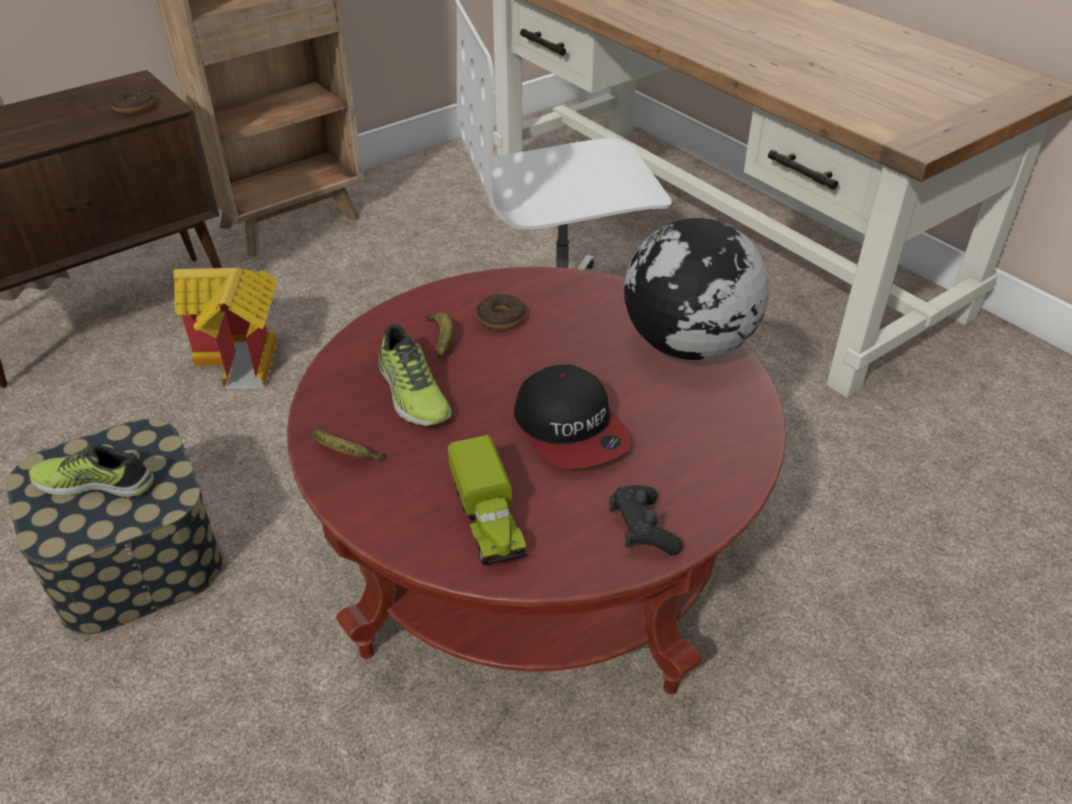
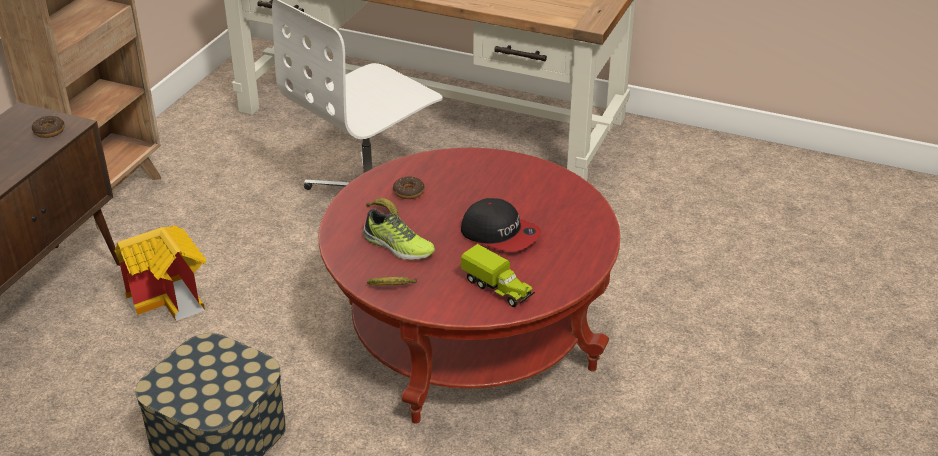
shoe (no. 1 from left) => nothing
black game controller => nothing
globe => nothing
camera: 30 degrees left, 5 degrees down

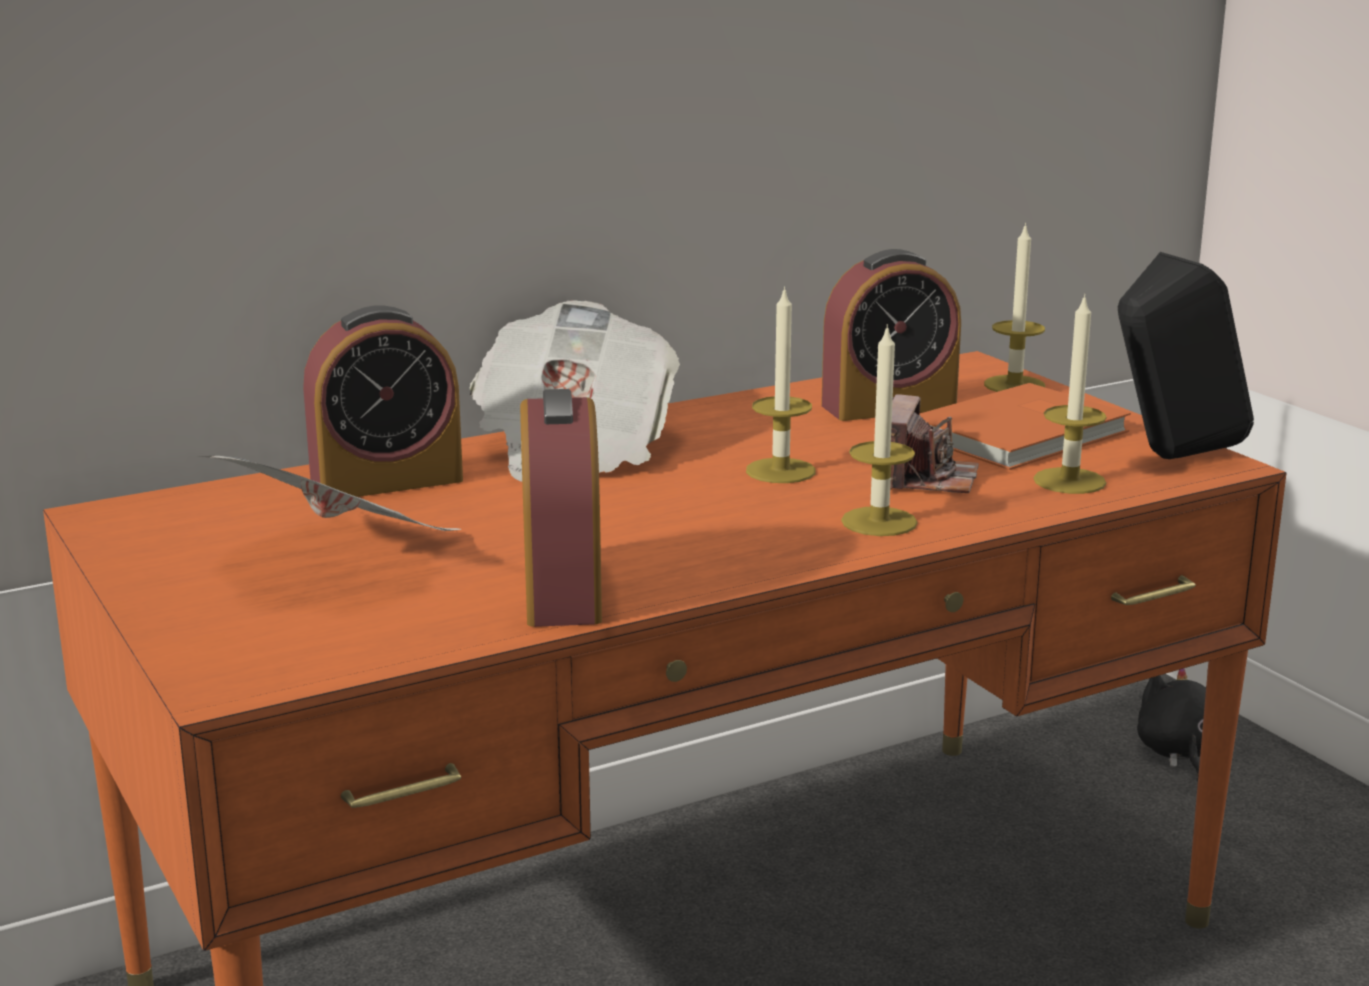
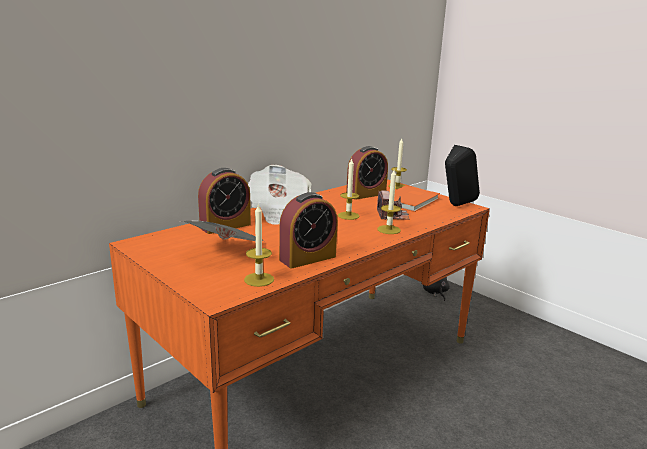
candle (no. 4 from left in the first image) => candle (no. 1 from left), shifted
alarm clock (no. 2 from left), 105 degrees counterclockwise
camera: 15 degrees left, 0 degrees up

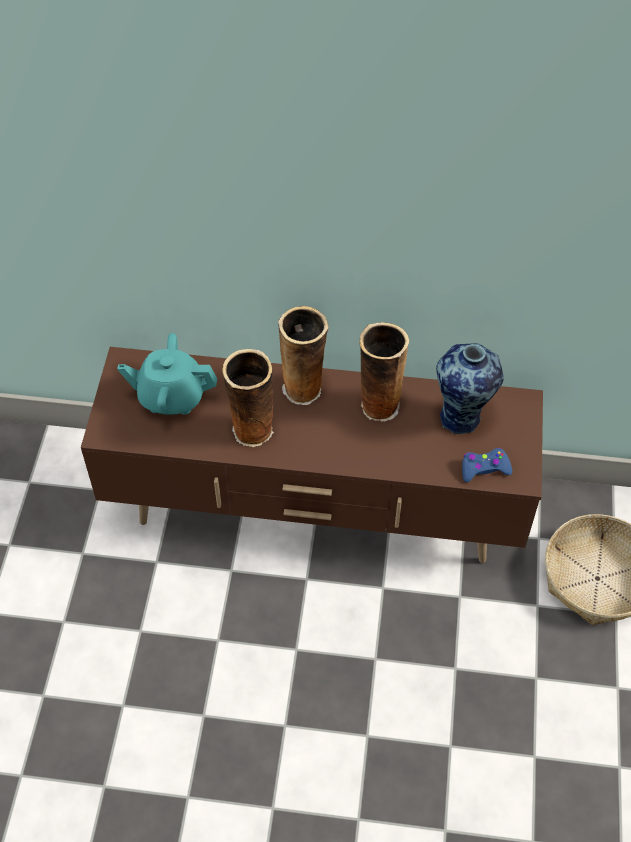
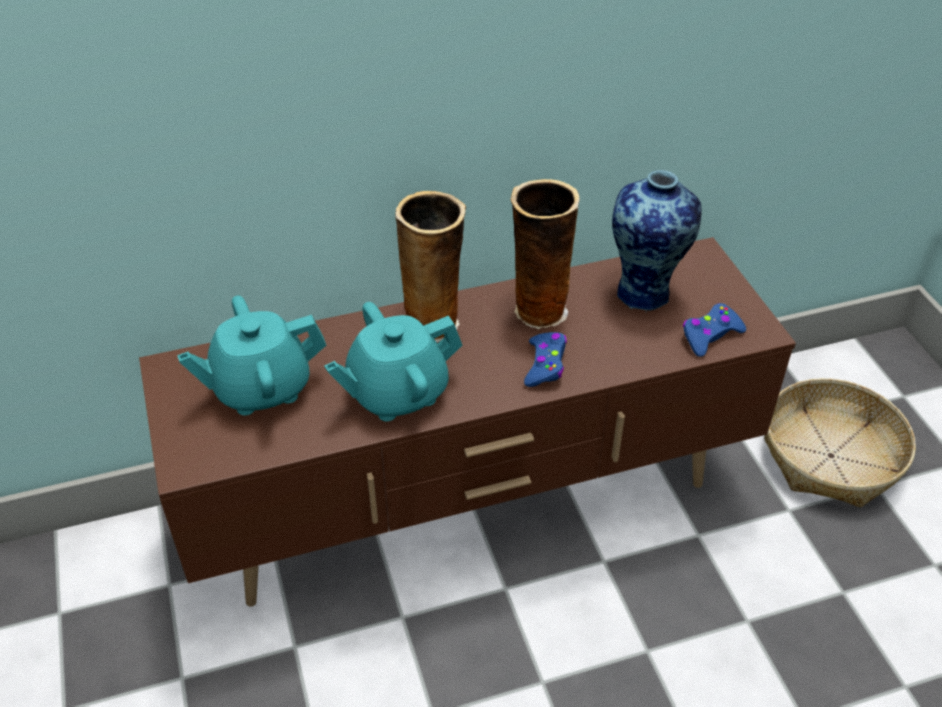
vase (no. 1 from left) => turquoise teapot (no. 2 from left)
nothing => blue game controller (no. 1 from left)
camera: 25 degrees left, 10 degrees down

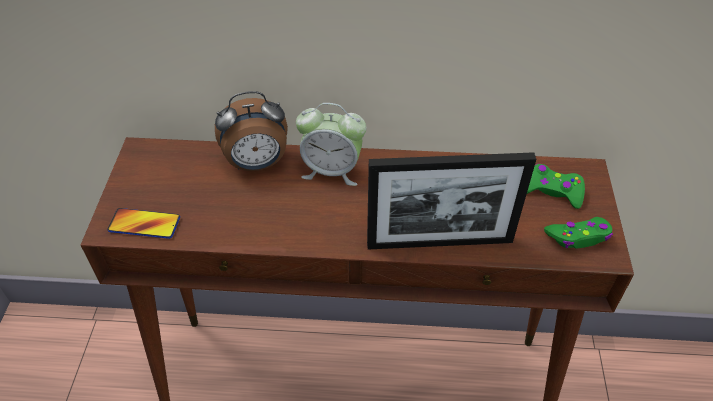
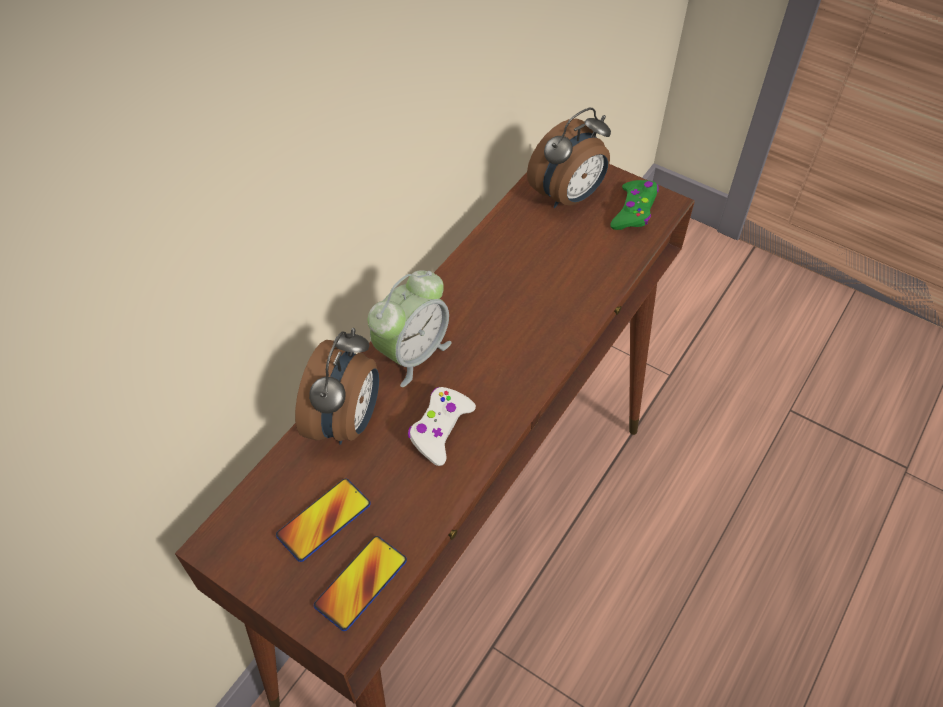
nothing => phone (no. 1 from left)
nothing => white game controller
green game controller (no. 1 from left) => alarm clock (no. 3 from left)
picture frame => nothing
camera: 60 degrees left, 5 degrees up

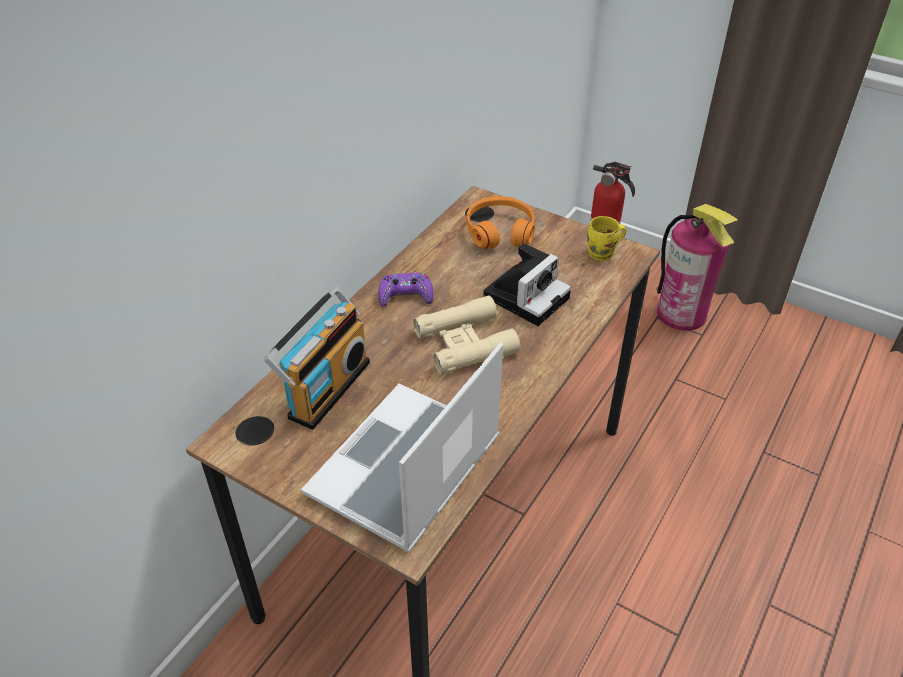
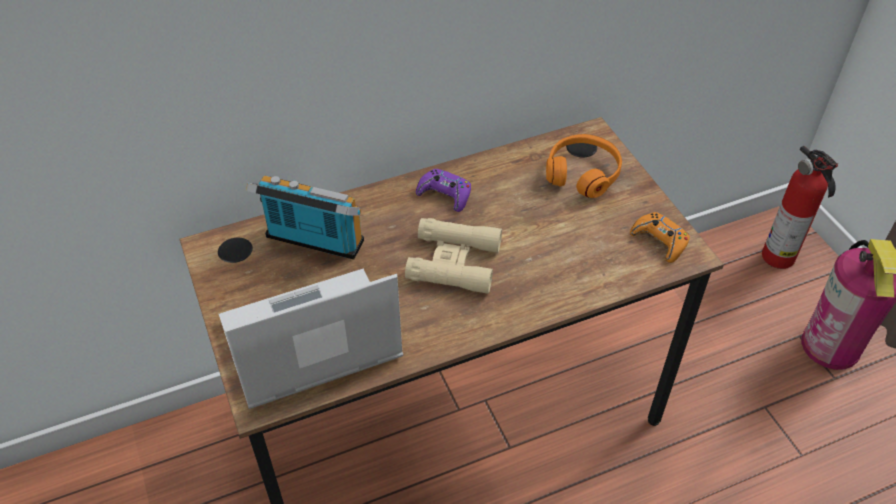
radio, 135 degrees counterclockwise
yellow mug => orange game controller
photo camera => nothing
camera: 35 degrees right, 5 degrees up

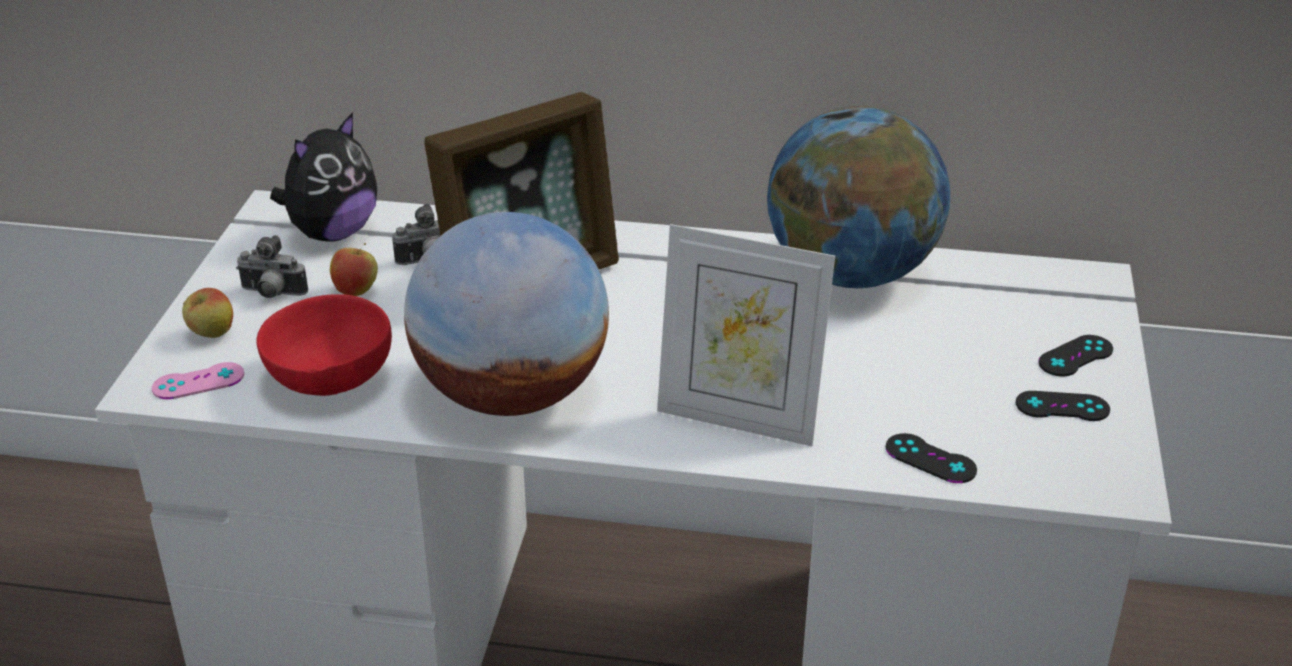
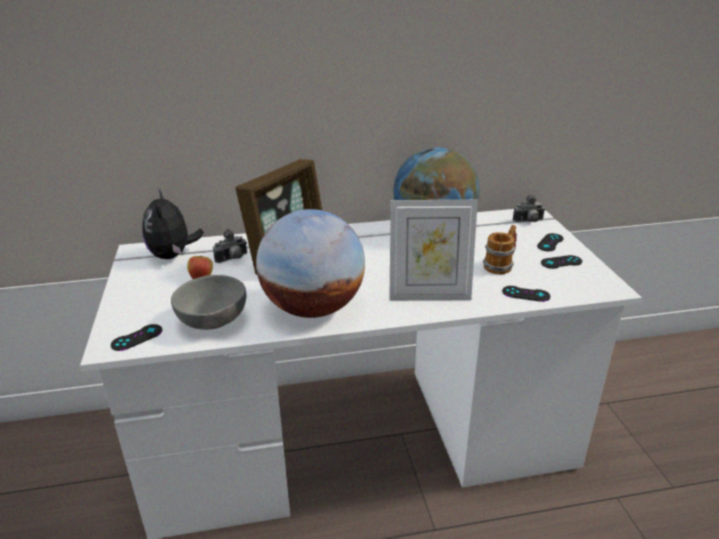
pink game controller => black game controller (no. 1 from left)
plush toy, 150 degrees clockwise
red bowl => grey bowl
nothing => mug
photo camera (no. 1 from left in the first image) => photo camera (no. 2 from left), shifted
apple (no. 1 from left) => nothing
camera: 20 degrees left, 5 degrees down

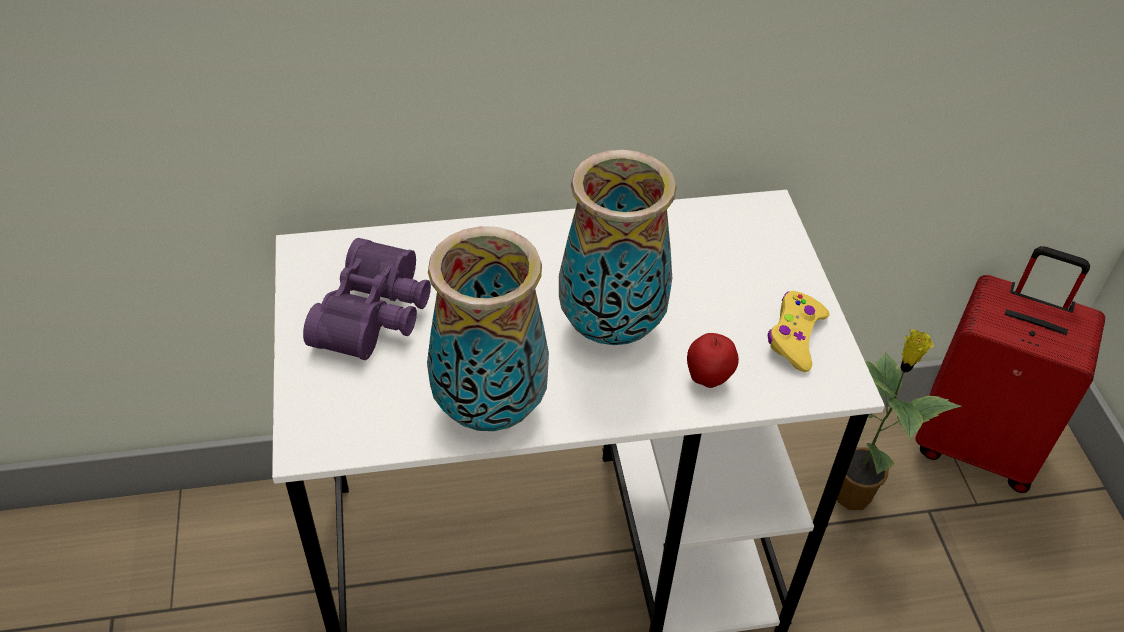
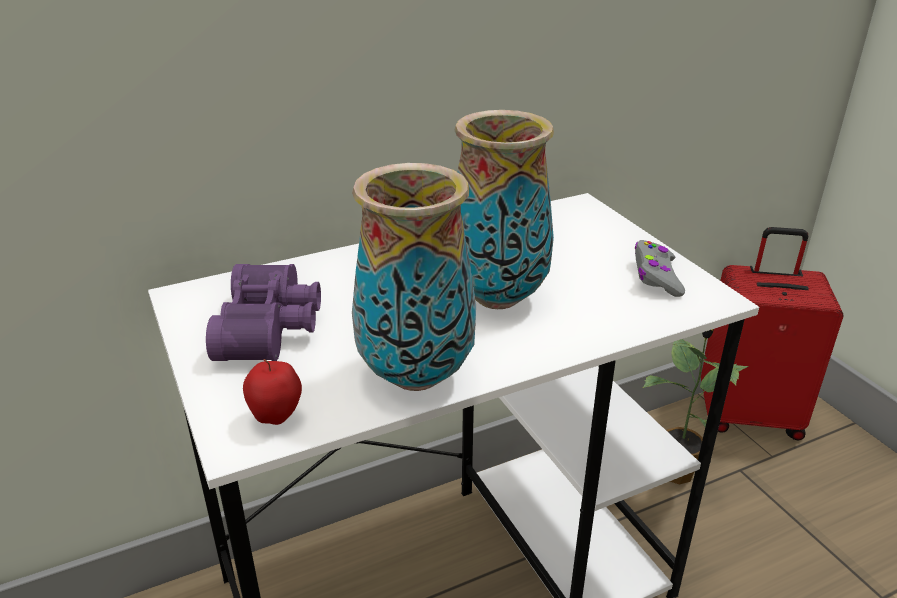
apple, shifted
yellow game controller => grey game controller
camera: 15 degrees left, 15 degrees down

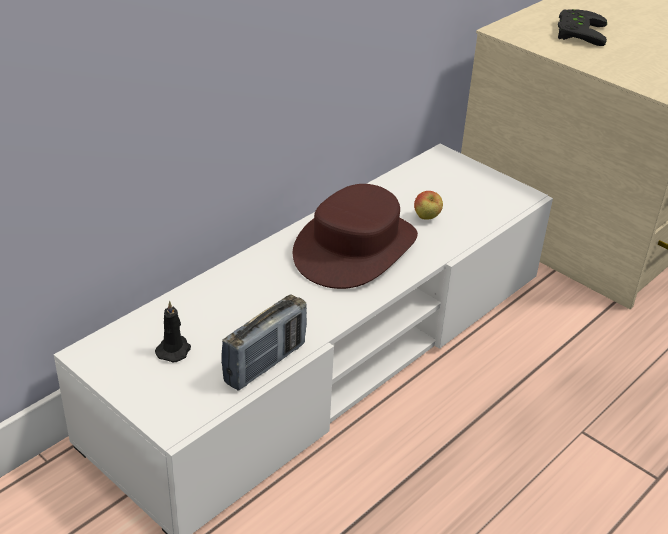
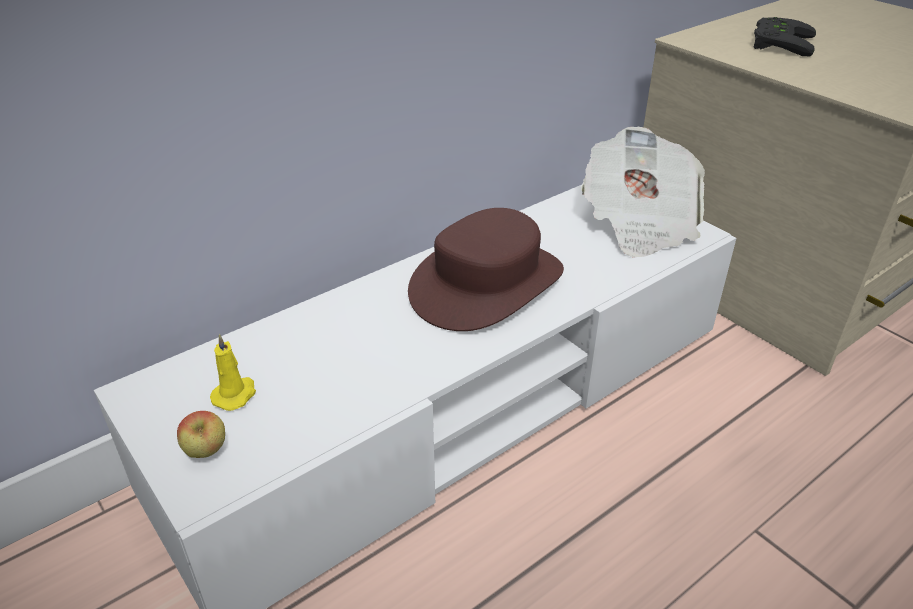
apple, shifted
black candle => yellow candle
nothing => newspaper
radio => nothing
camera: 10 degrees right, 0 degrees up

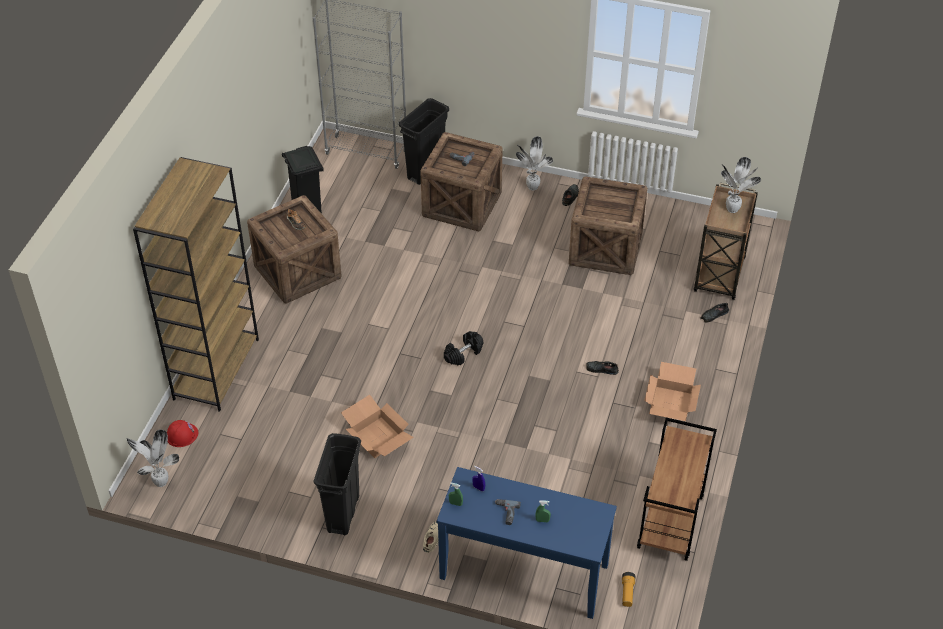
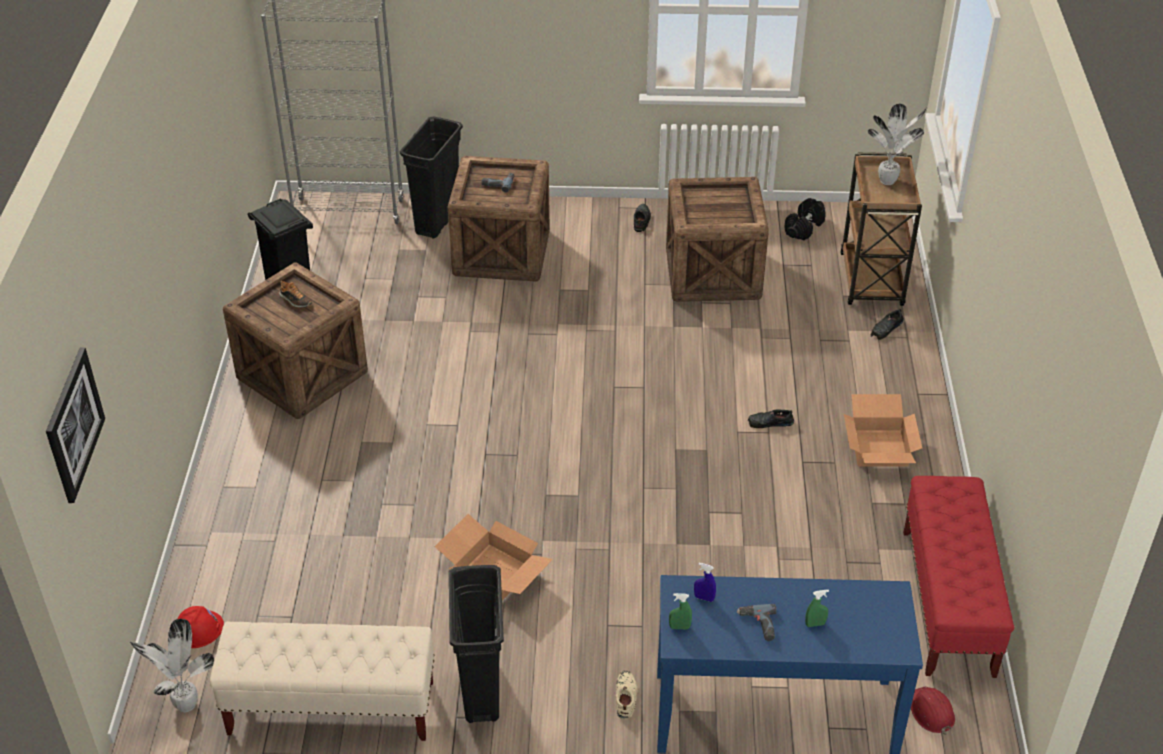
nothing => picture
nothing => beige bench
black dumbbell, shifted
brown cart (no. 1 from left) => red bench
flashlight => red hard hat (no. 2 from left)
brown bookcase => nothing
potted plant (no. 2 from left) => nothing
camera: 15 degrees left, 5 degrees down

